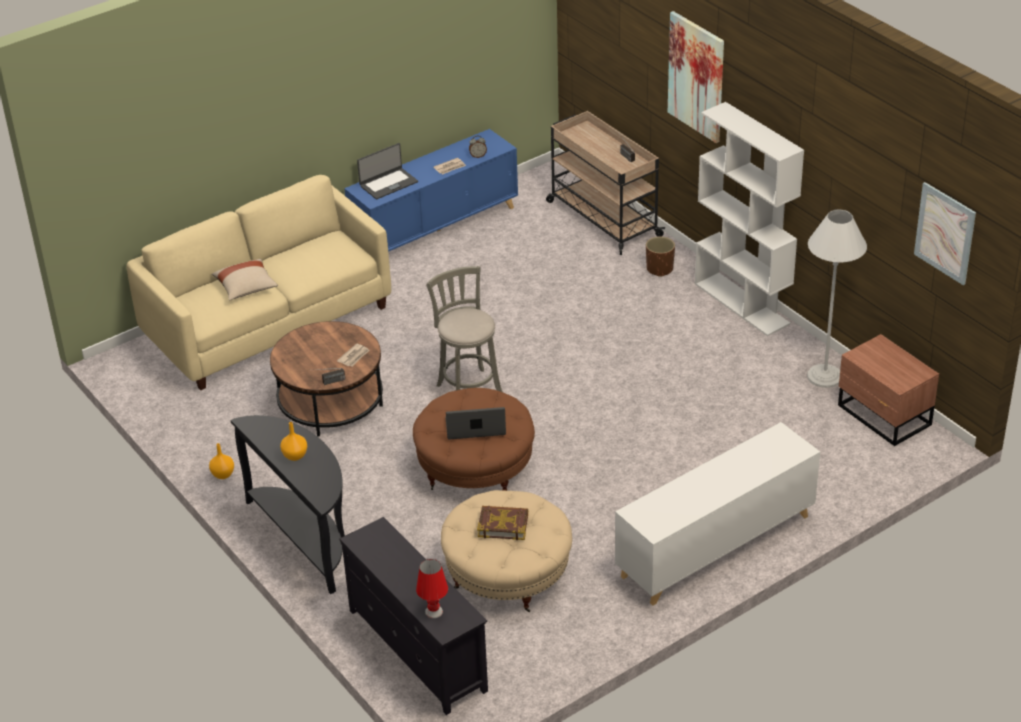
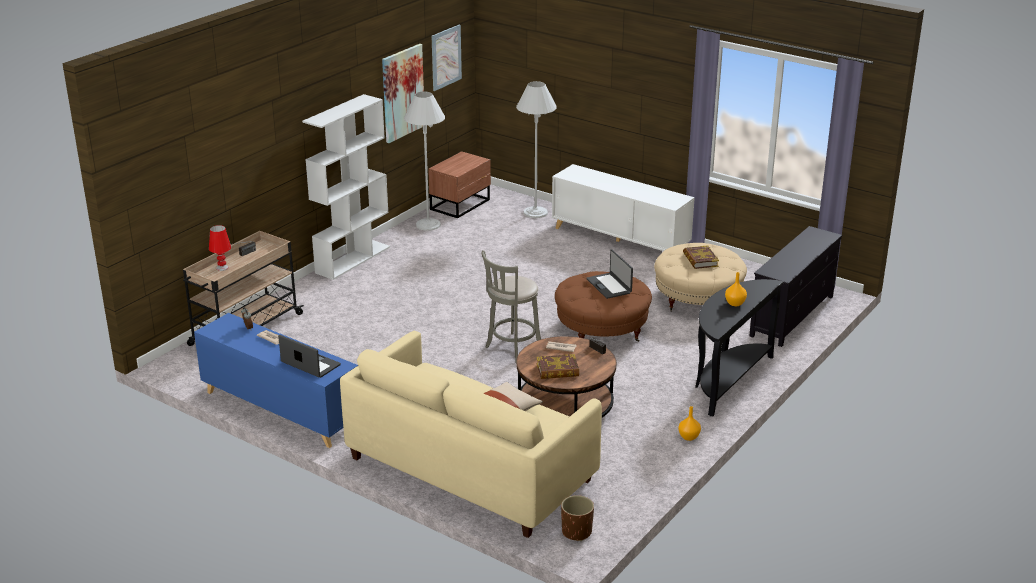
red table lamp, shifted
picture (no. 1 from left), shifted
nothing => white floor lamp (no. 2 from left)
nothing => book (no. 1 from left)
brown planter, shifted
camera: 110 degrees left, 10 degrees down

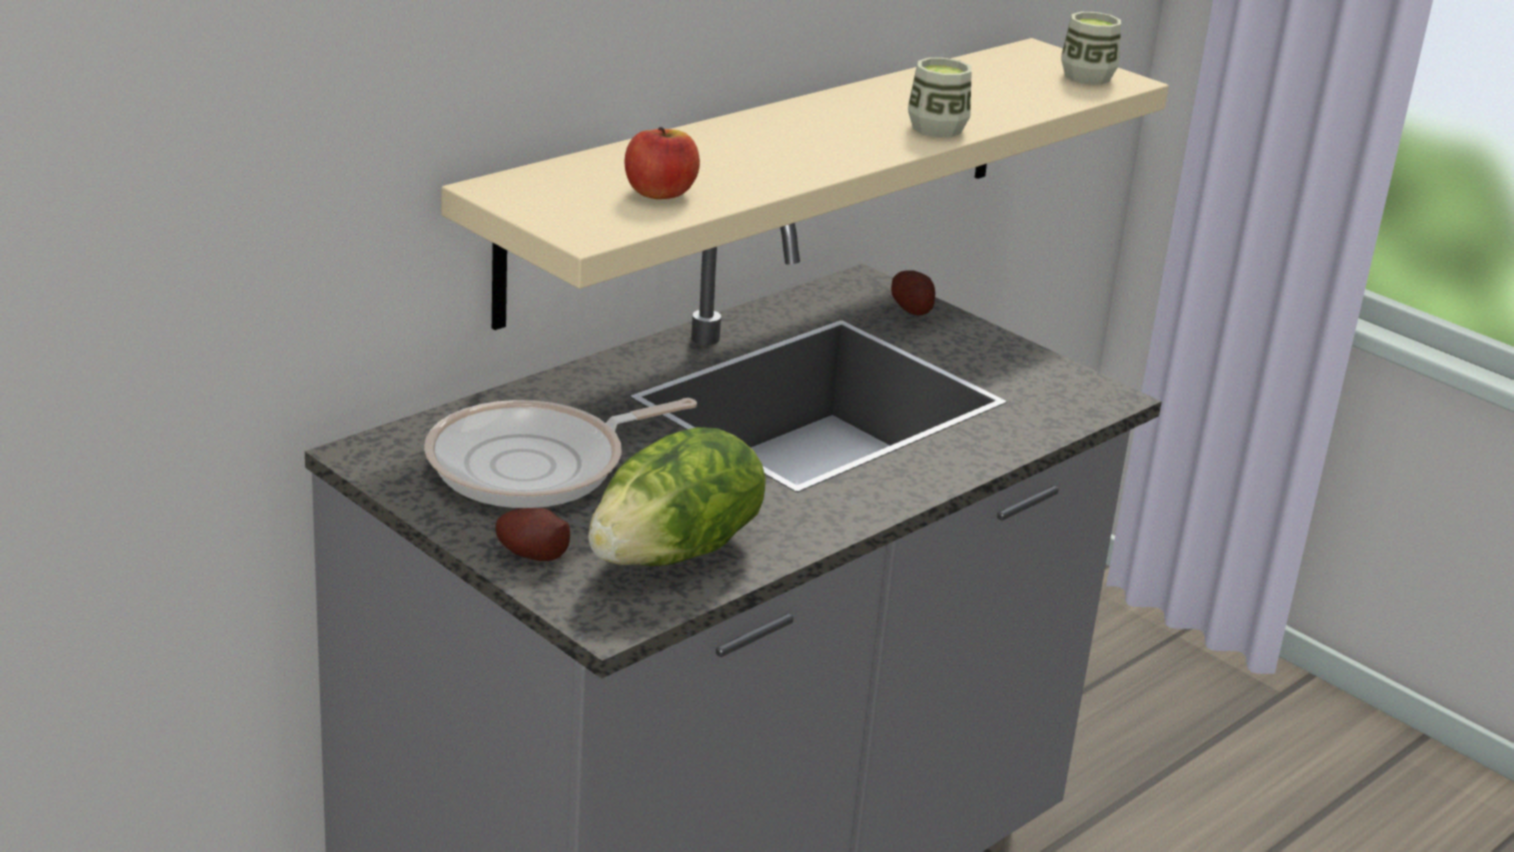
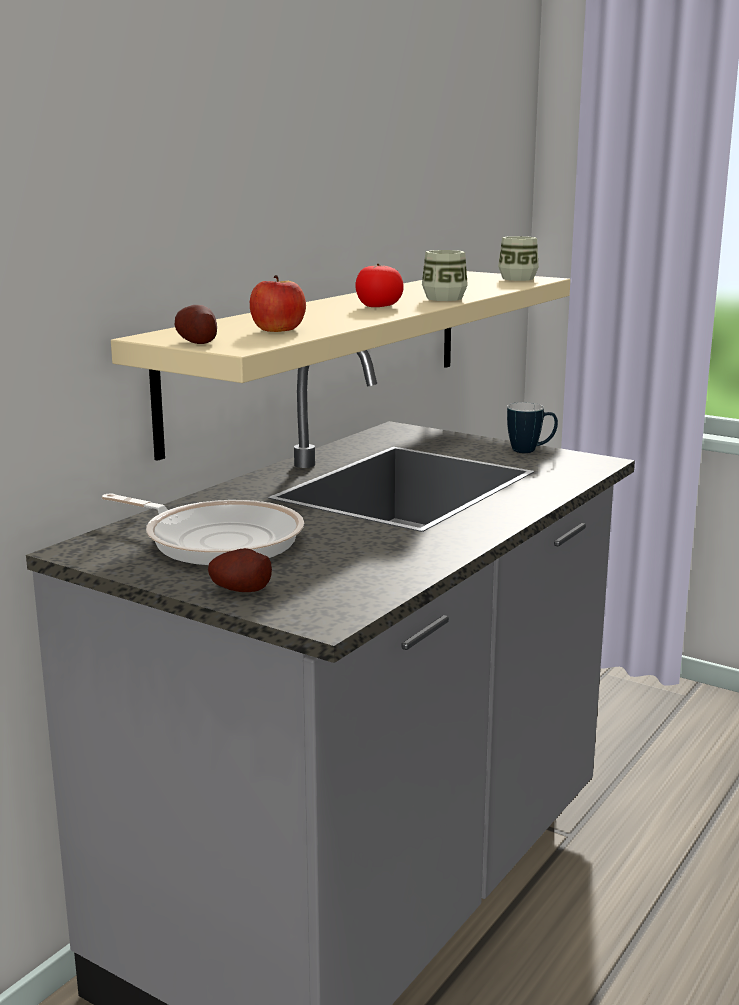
frying pan, 105 degrees counterclockwise
potato (no. 2 from left in the first image) => potato (no. 1 from left), shifted
nothing => tomato
nothing => mug
lettuce => nothing
camera: 10 degrees left, 10 degrees down

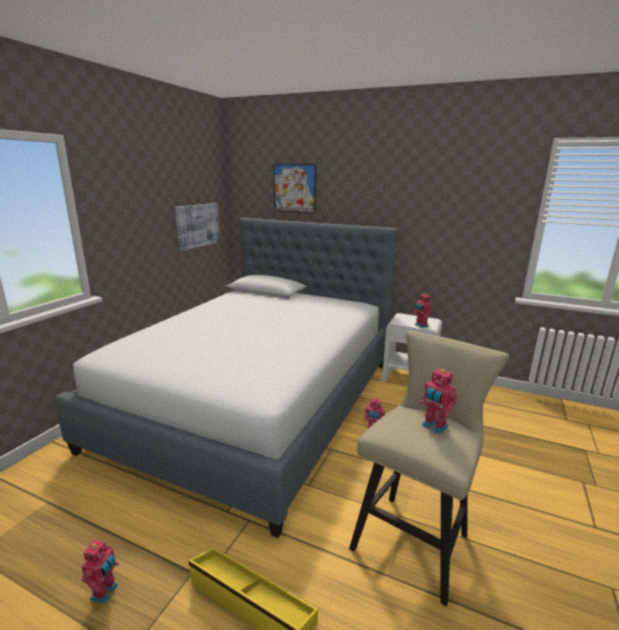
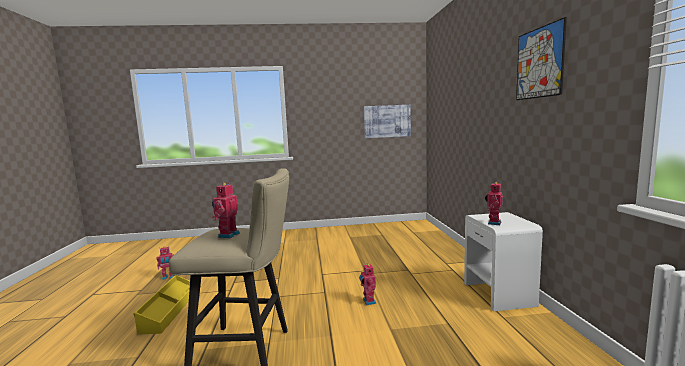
picture (no. 2 from left), shifted
bed => nothing
camera: 60 degrees right, 10 degrees down

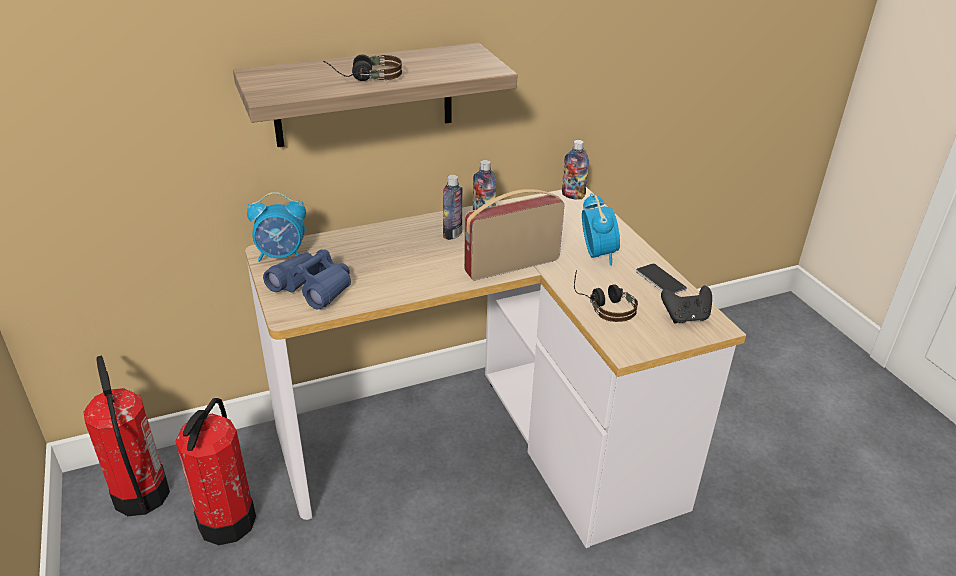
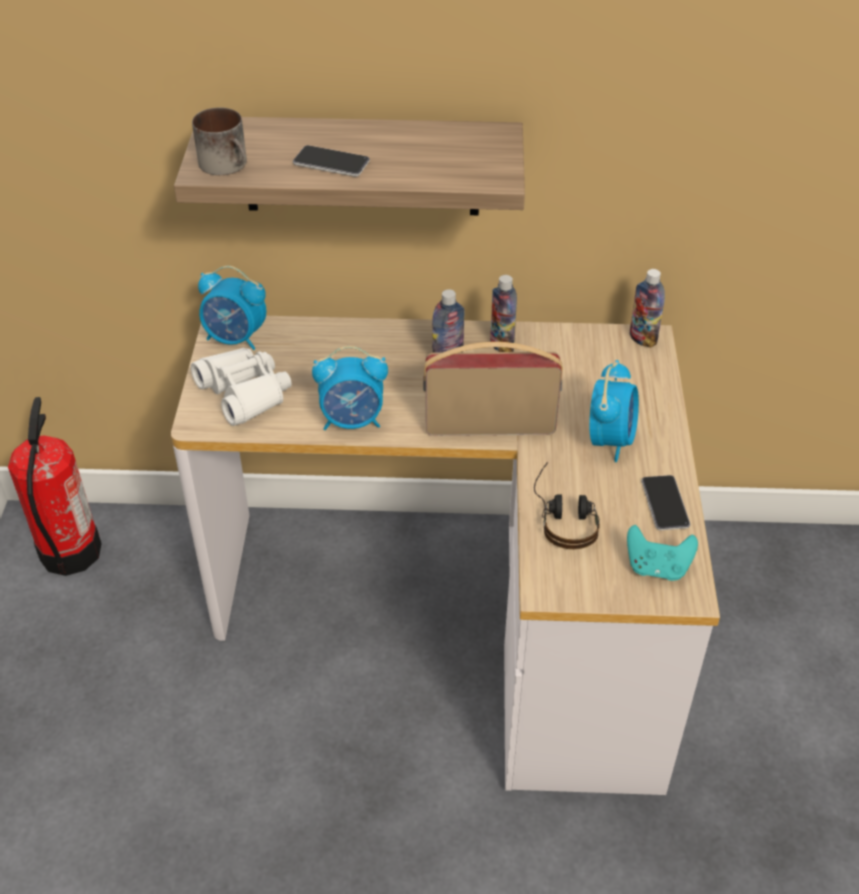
blue binoculars => white binoculars
nothing => mug
headphones (no. 1 from left) => phone (no. 1 from left)
nothing => alarm clock (no. 2 from left)
black game controller => turquoise game controller
fire extinguisher (no. 2 from left) => nothing
camera: 25 degrees right, 10 degrees up

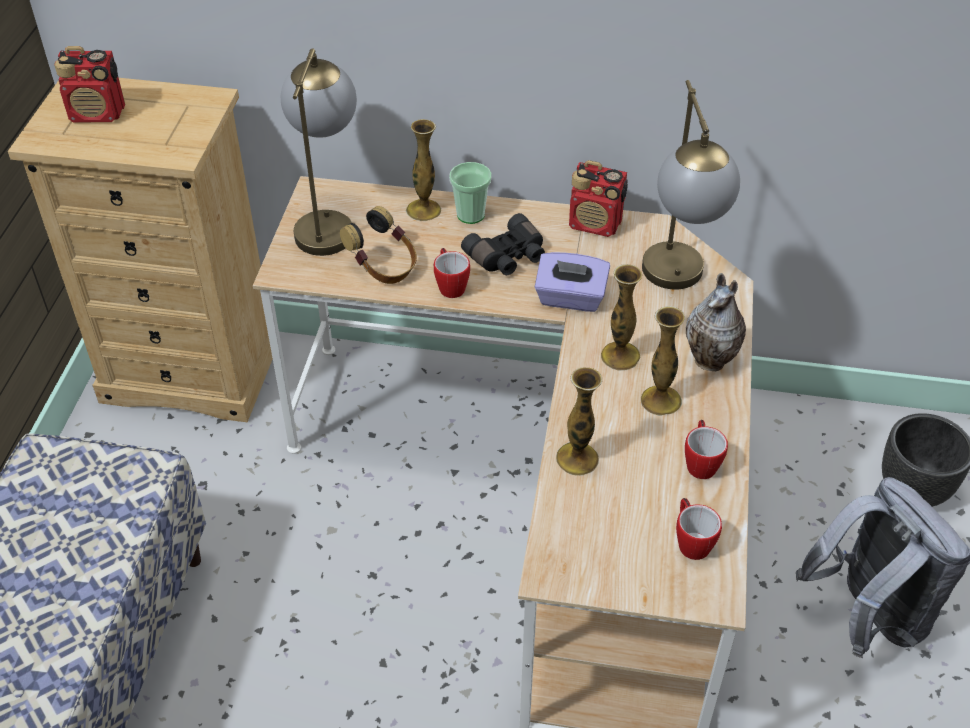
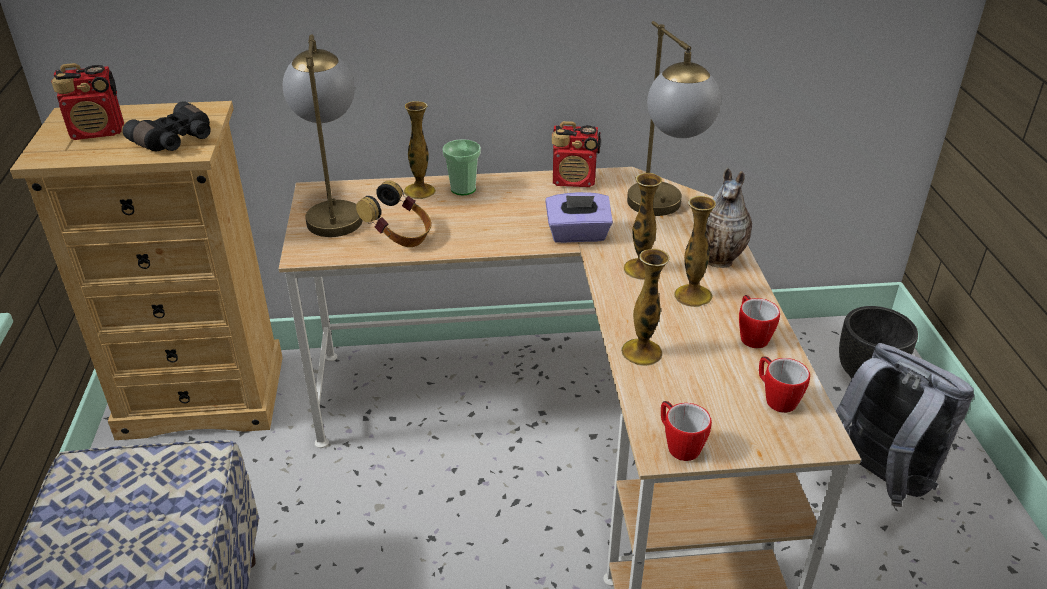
black binoculars, shifted
mug (no. 1 from left), shifted
camera: 15 degrees left, 10 degrees down

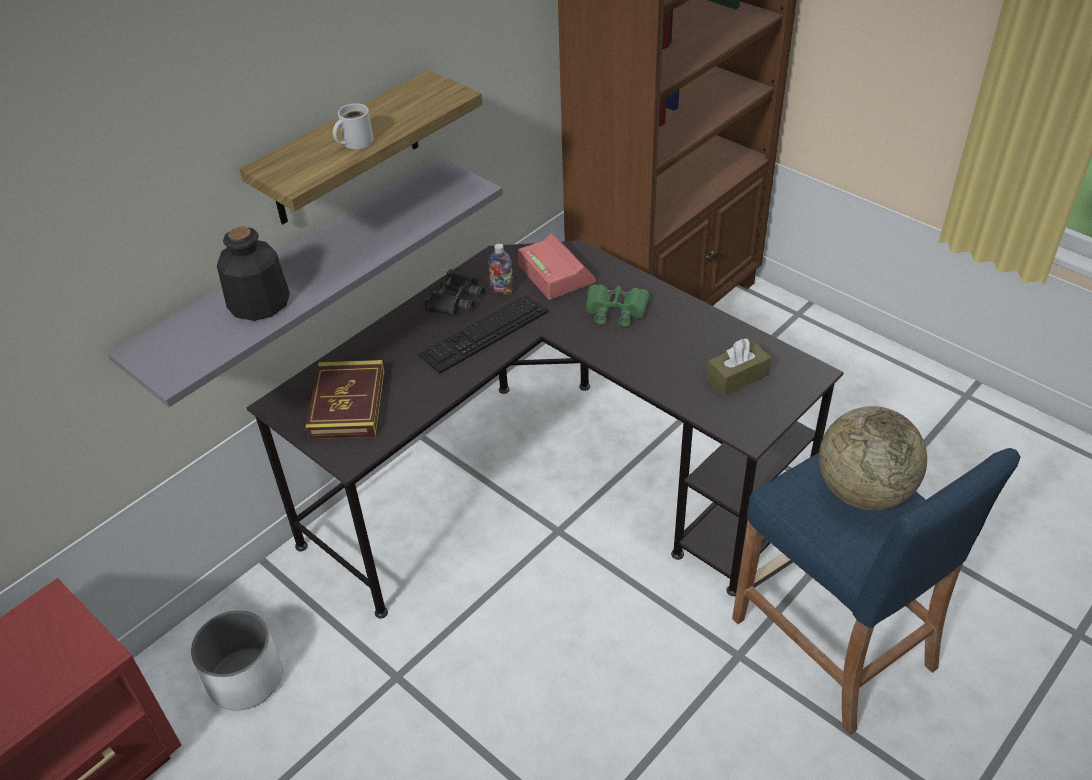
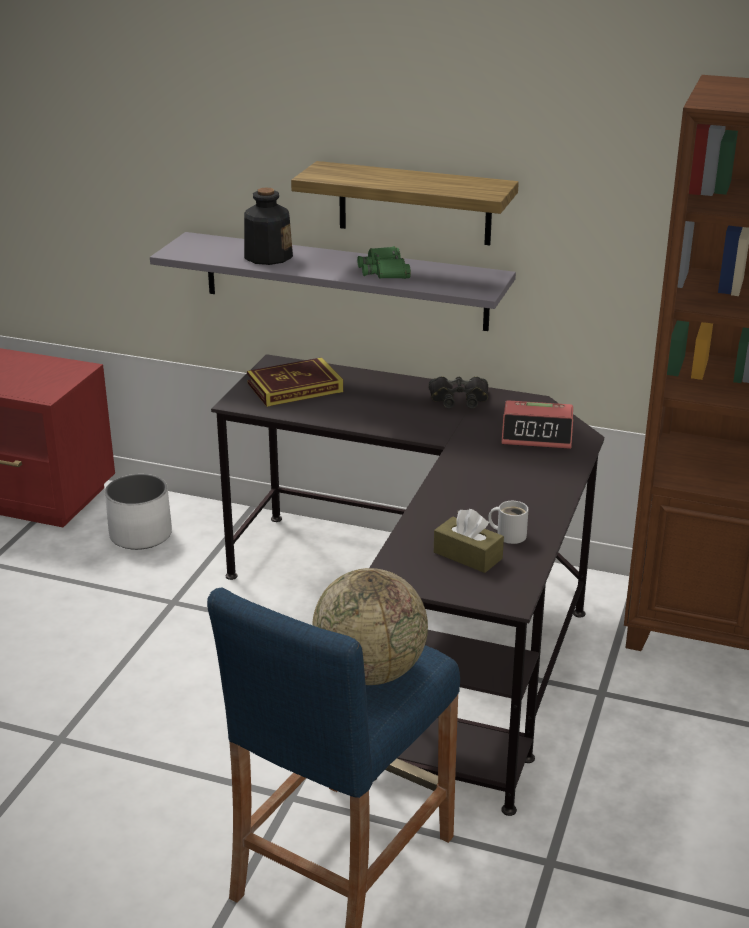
green binoculars, shifted
white mug, shifted
alarm clock, 60 degrees clockwise
keyboard => nothing
bottle (no. 2 from left) => nothing
camera: 65 degrees right, 15 degrees down

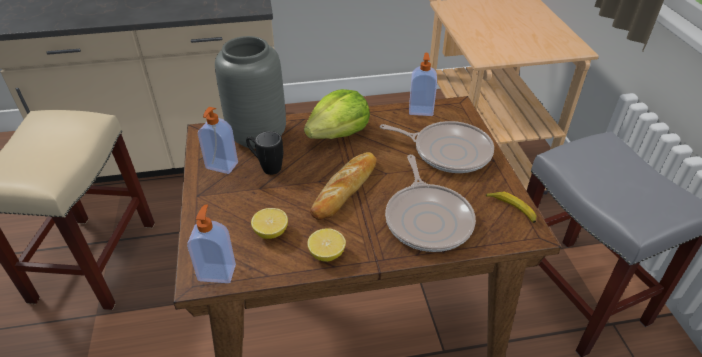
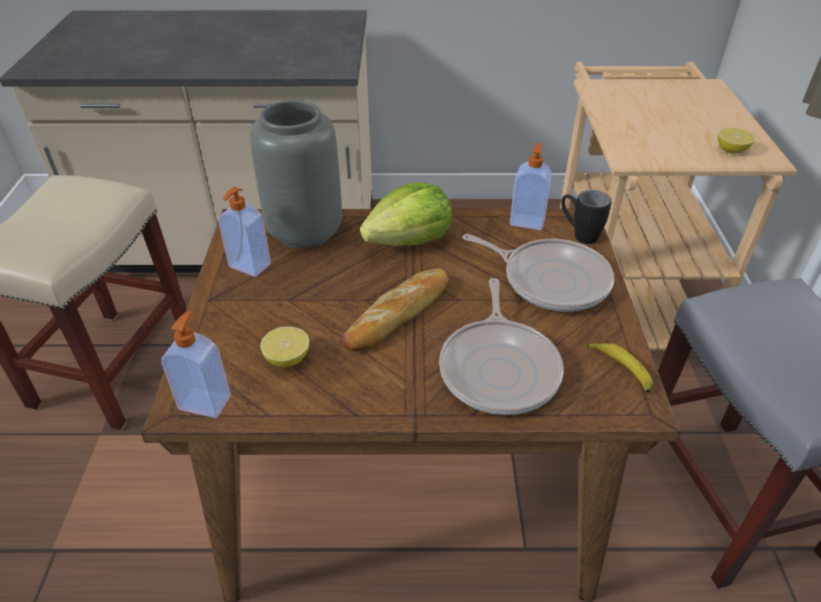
black mug, shifted
lemon (no. 2 from left), shifted
camera: 10 degrees right, 0 degrees up

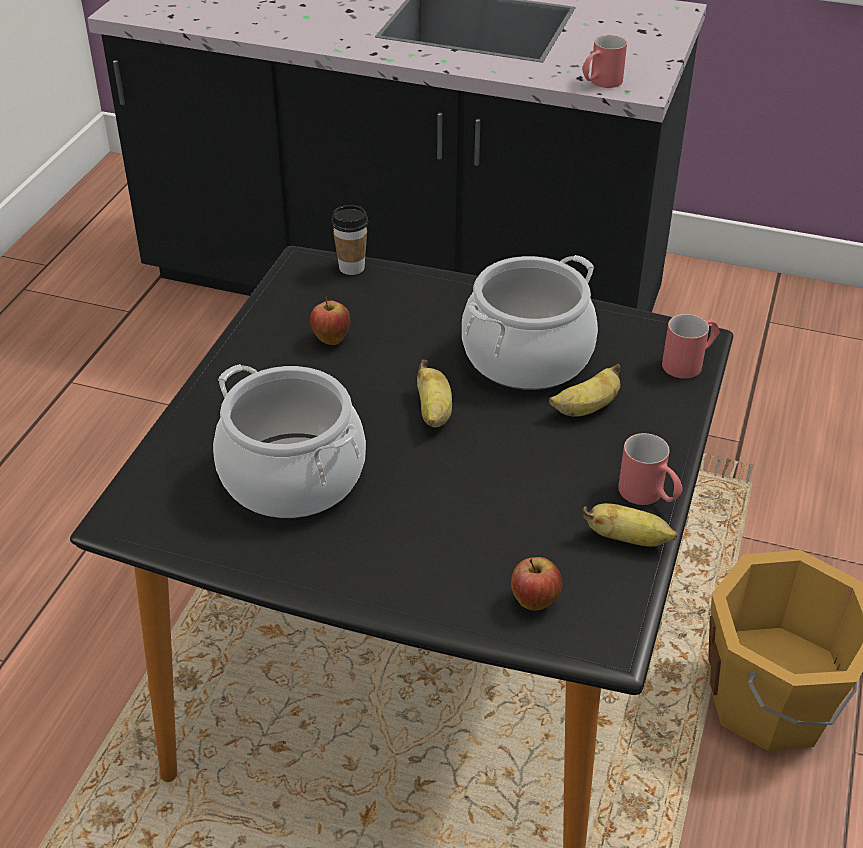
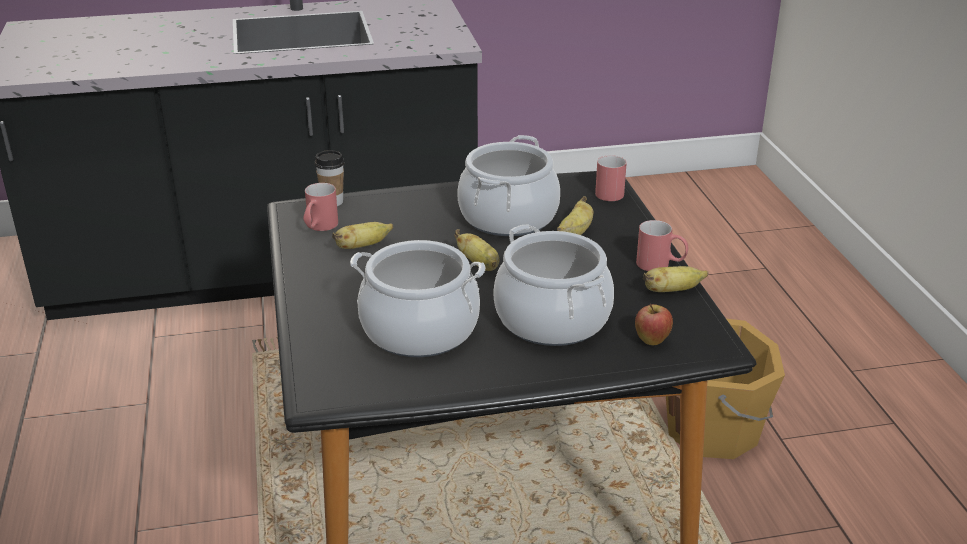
red mug (no. 1 from left), shifted
apple (no. 1 from left) => banana (no. 1 from left)
nothing => cooking pot (no. 3 from left)
camera: 30 degrees left, 10 degrees down

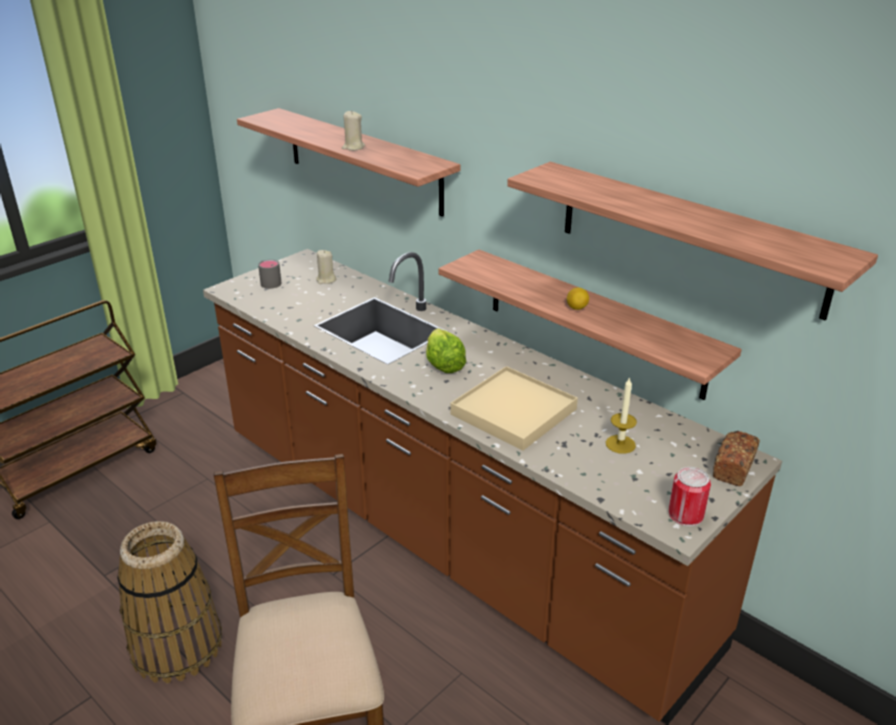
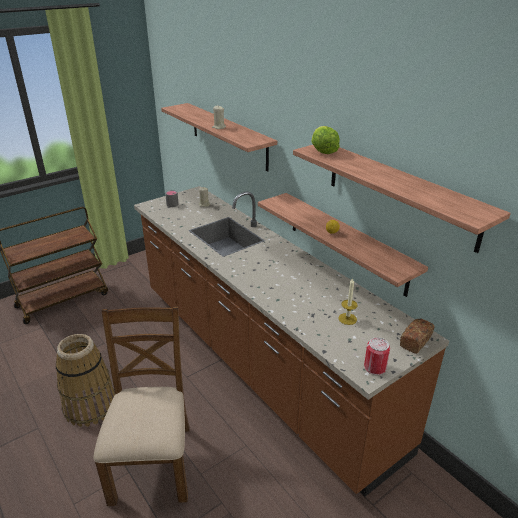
lettuce, shifted
beige tray => nothing
camera: 10 degrees right, 0 degrees up

